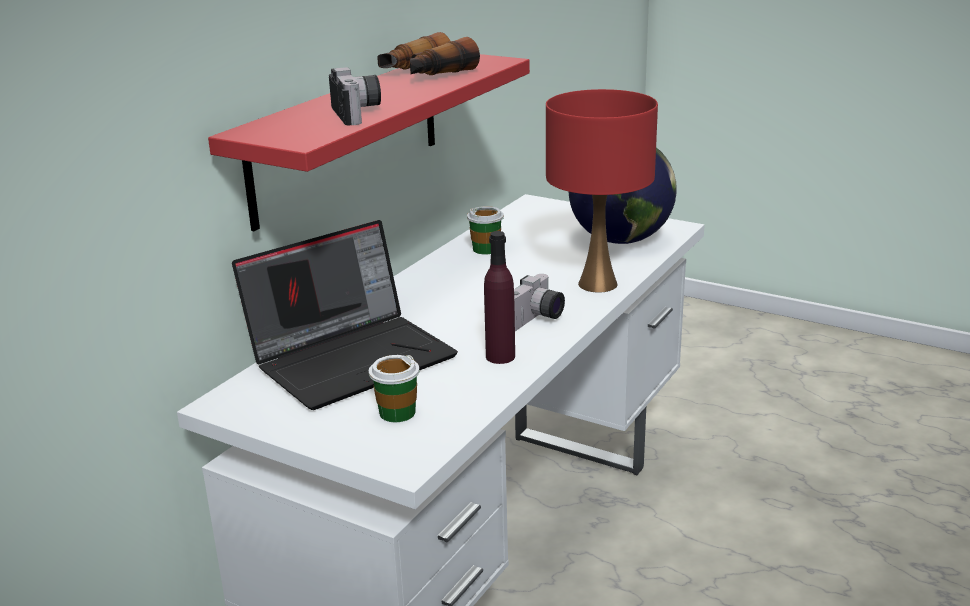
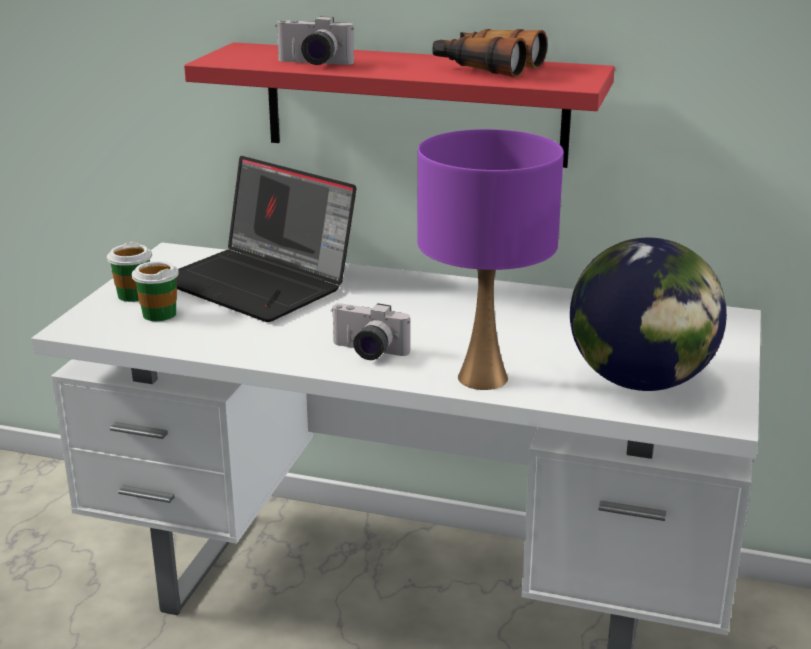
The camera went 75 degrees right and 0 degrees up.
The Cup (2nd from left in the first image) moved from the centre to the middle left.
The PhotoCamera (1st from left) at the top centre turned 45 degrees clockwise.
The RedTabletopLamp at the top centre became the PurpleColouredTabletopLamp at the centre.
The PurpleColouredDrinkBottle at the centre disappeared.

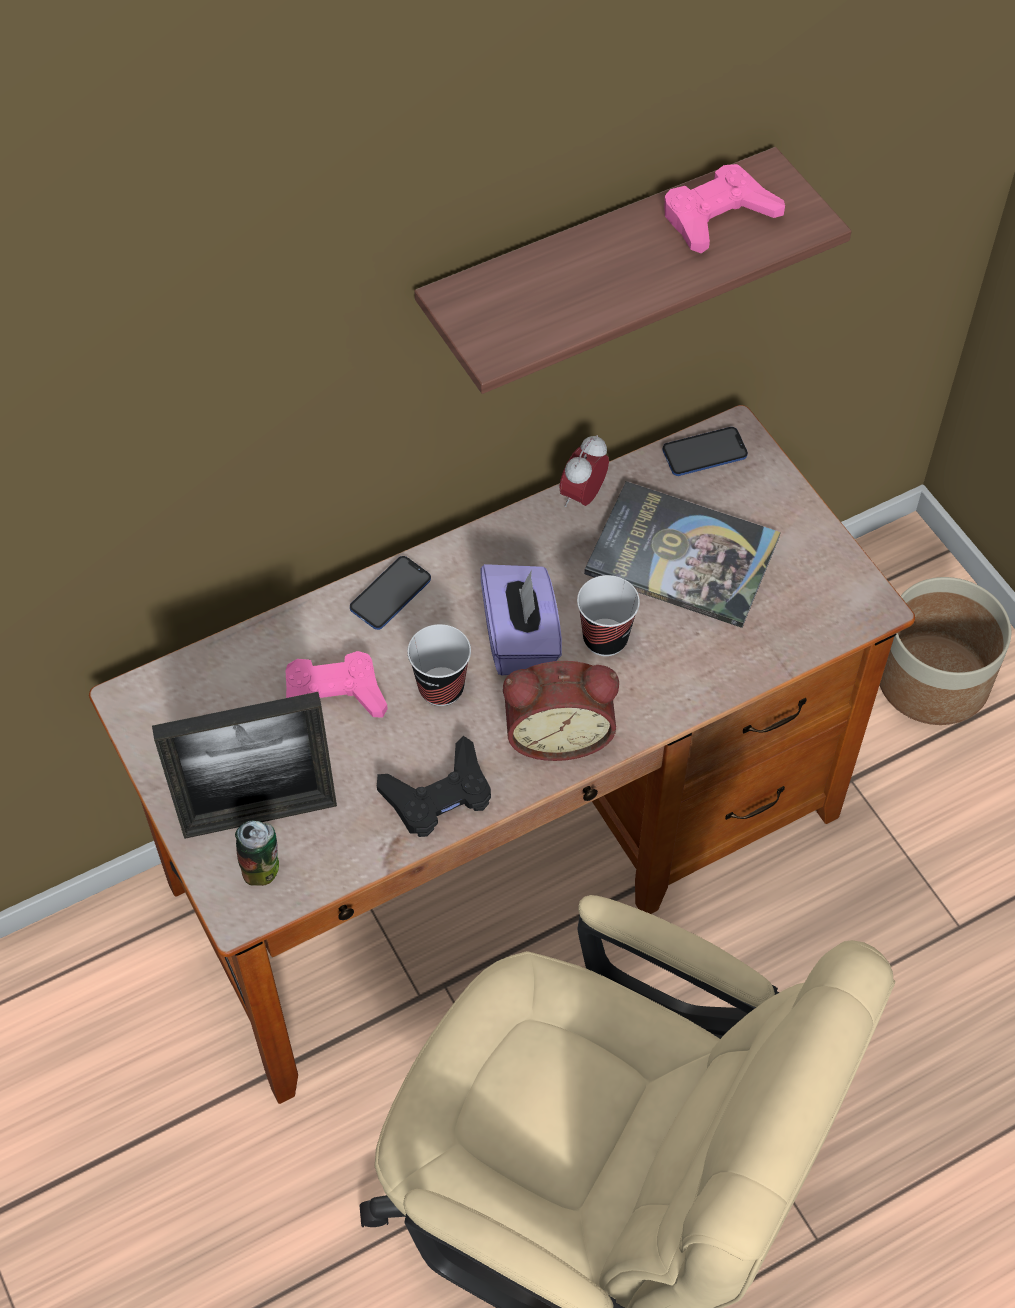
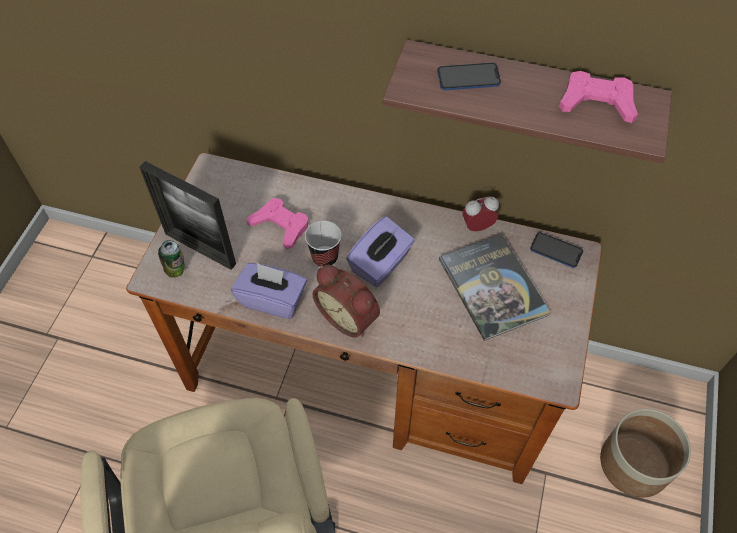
The camera went 45 degrees right and 0 degrees up.
The BlackColouredGamepad at the centre was replaced by the PurpleColouredBoxOfTissues (1st from left) at the centre.
The Telephone (1st from left) moved from the centre to the top centre.
The Cup (2nd from left) at the centre disappeared.

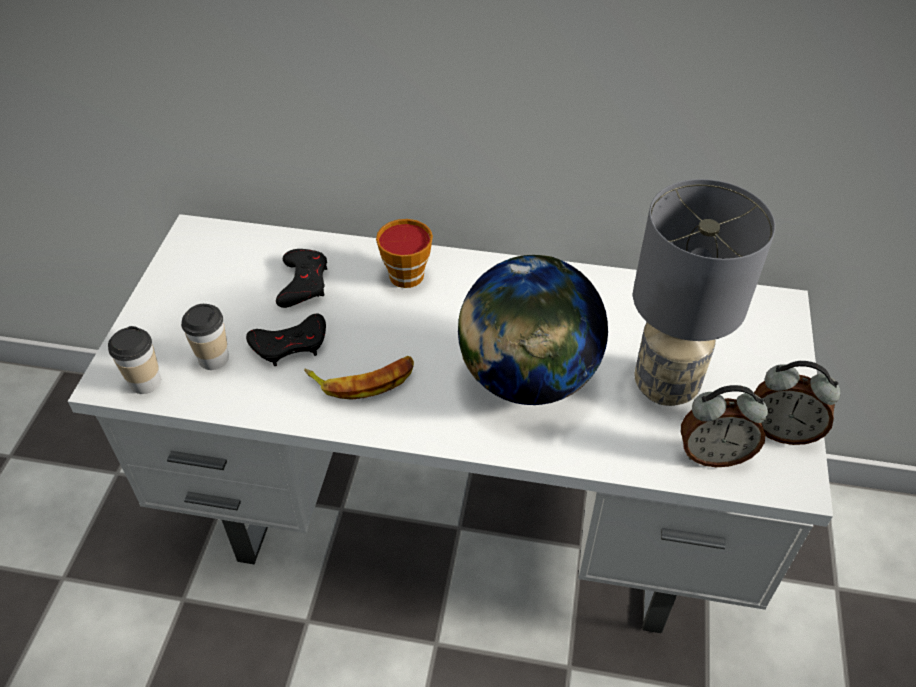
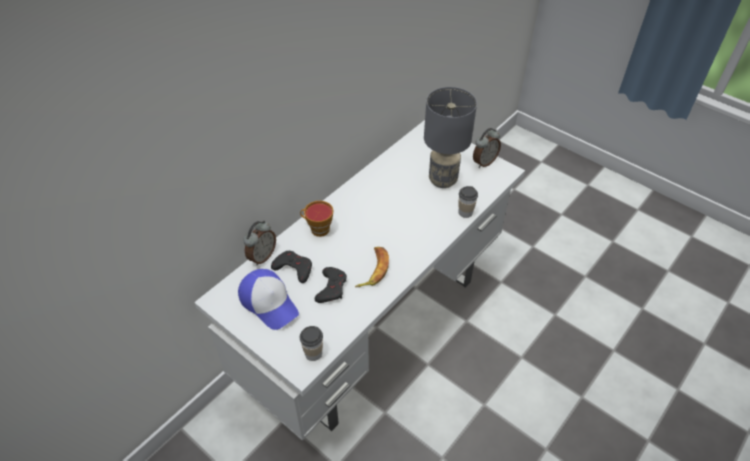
The camera went 60 degrees left and 0 degrees up.
The PeakedCap at the centre appeared.
The TableClock (1st from left) moved from the middle right to the centre.
The Cup (2nd from left in the first image) moved from the middle left to the centre.
The WorldGlobe at the centre disappeared.

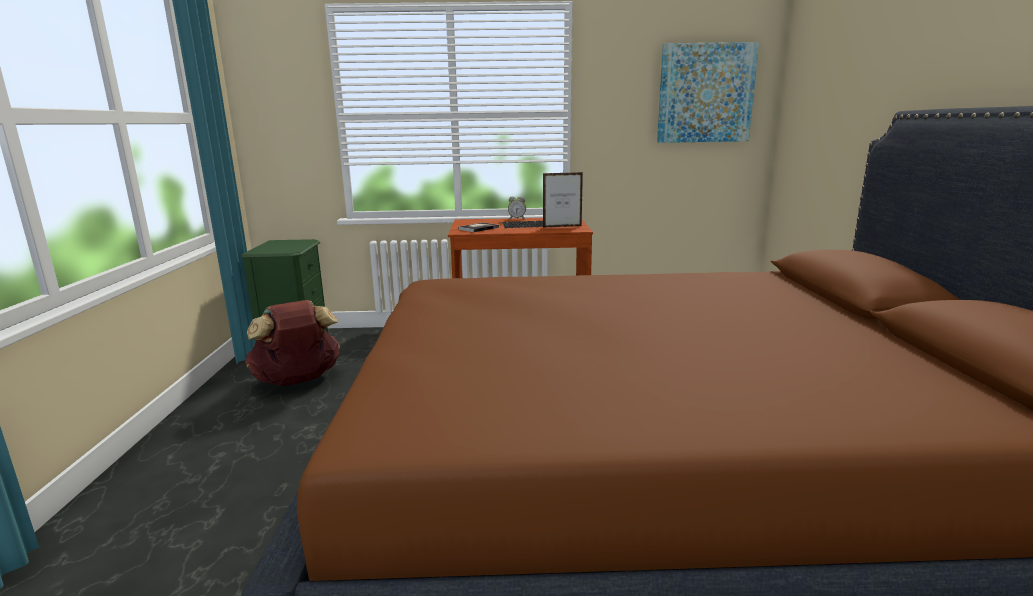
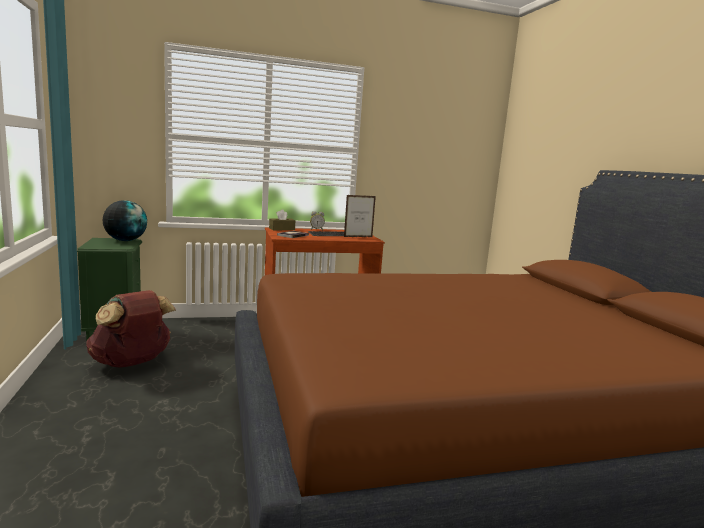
The camera went 15 degrees left and 5 degrees down.
The WorldGlobe at the middle left appeared.
The BrownColouredBoxOfTissues at the centre appeared.
The WallArt at the top right disappeared.

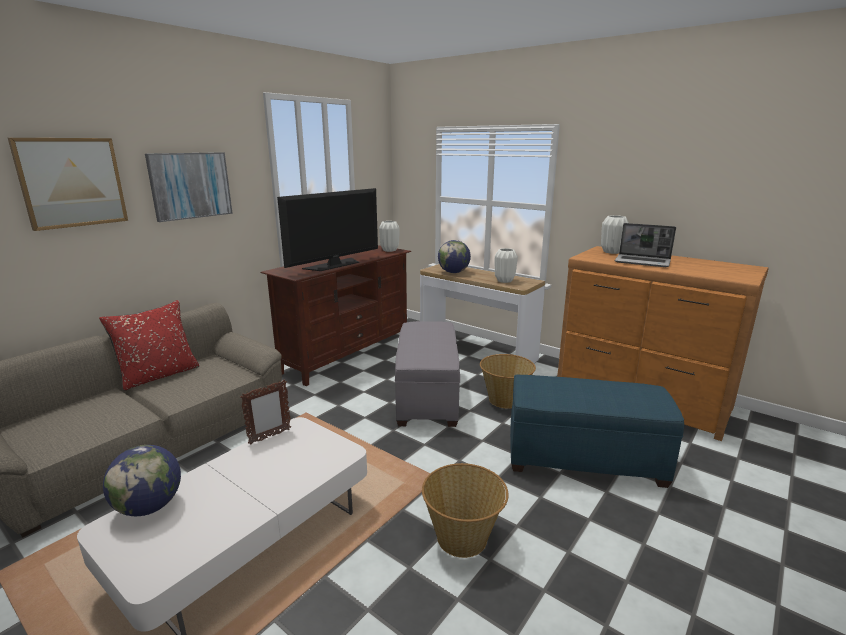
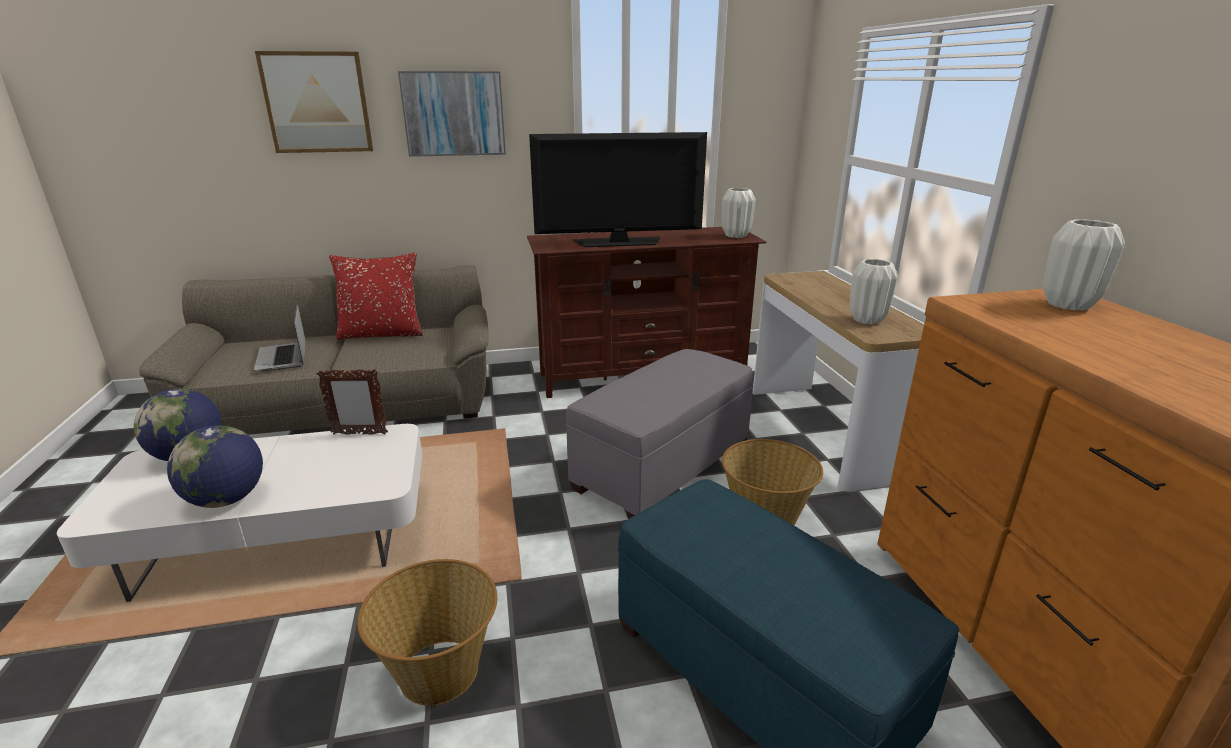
The camera went 40 degrees right and 5 degrees up.
The WorldGlobe (2nd from left) moved from the centre to the middle left.
The PortableComputer moved from the middle right to the middle left.

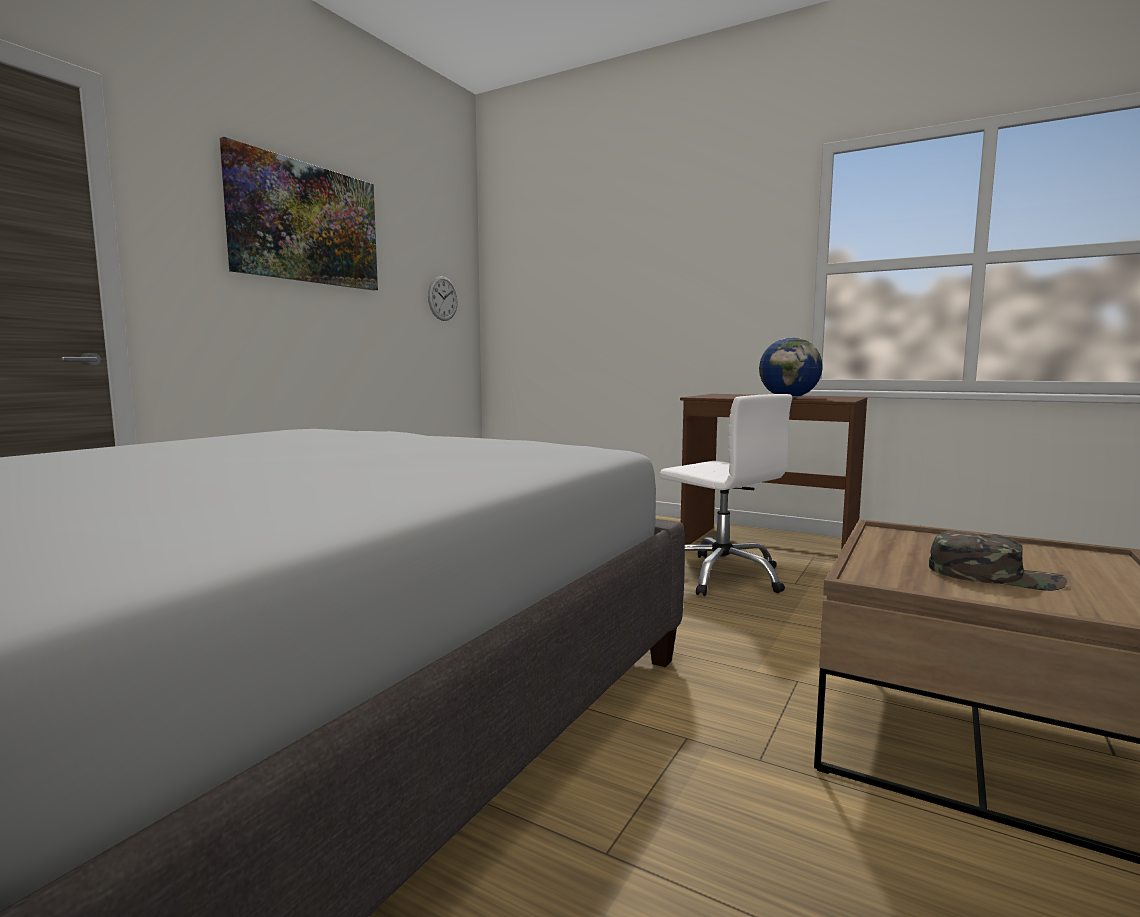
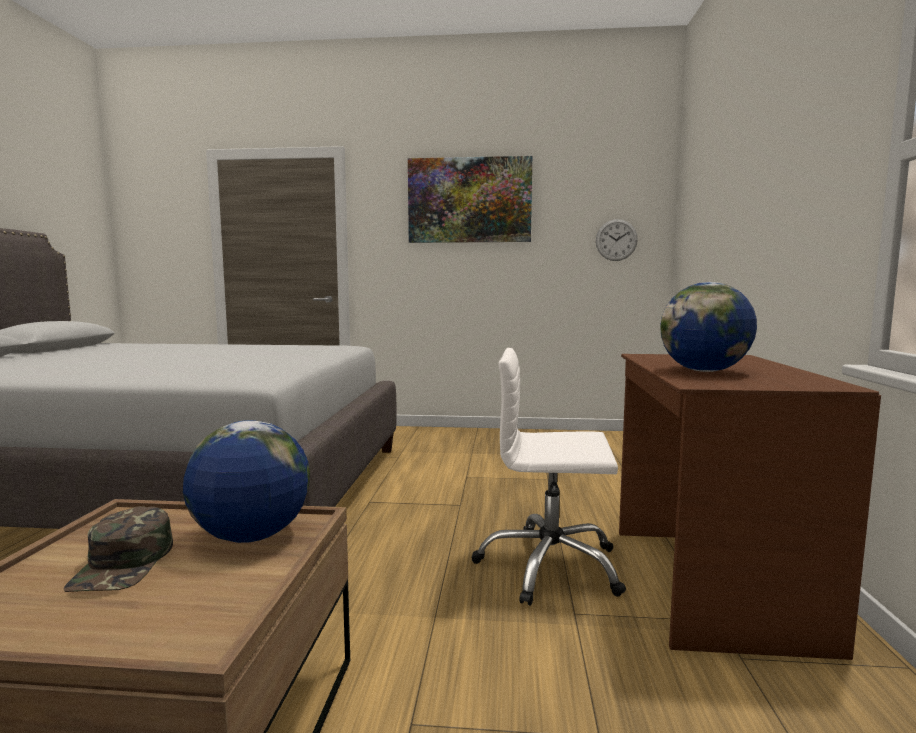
The camera went 65 degrees right and 0 degrees up.
The WorldGlobe (1st from left) at the middle left appeared.
The WhiteColouredDeskChair at the centre turned 75 degrees clockwise.

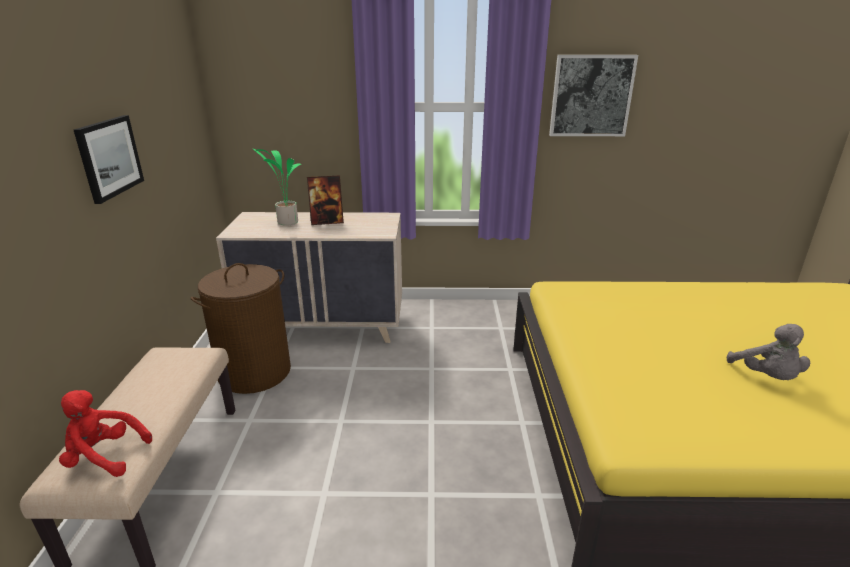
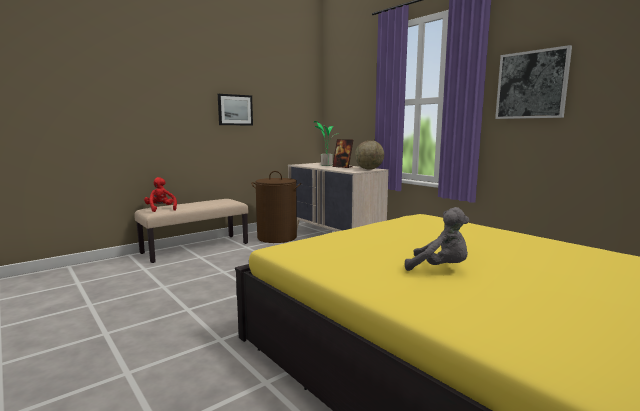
The camera went 50 degrees right and 15 degrees down.
The WorldGlobe at the centre appeared.
The GreyCuddlyToy at the middle right turned 105 degrees counterclockwise.

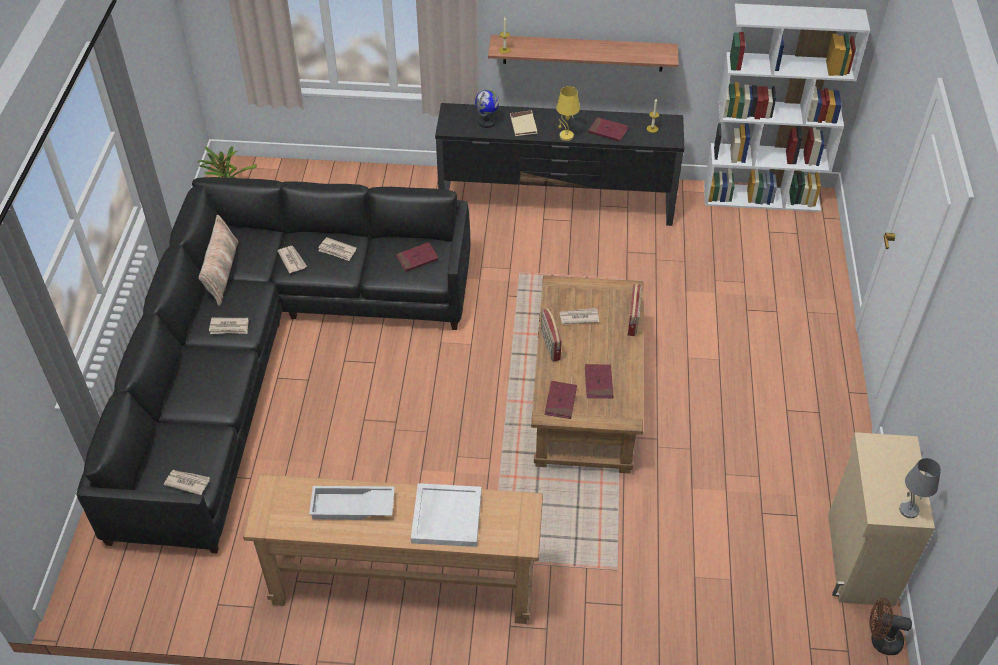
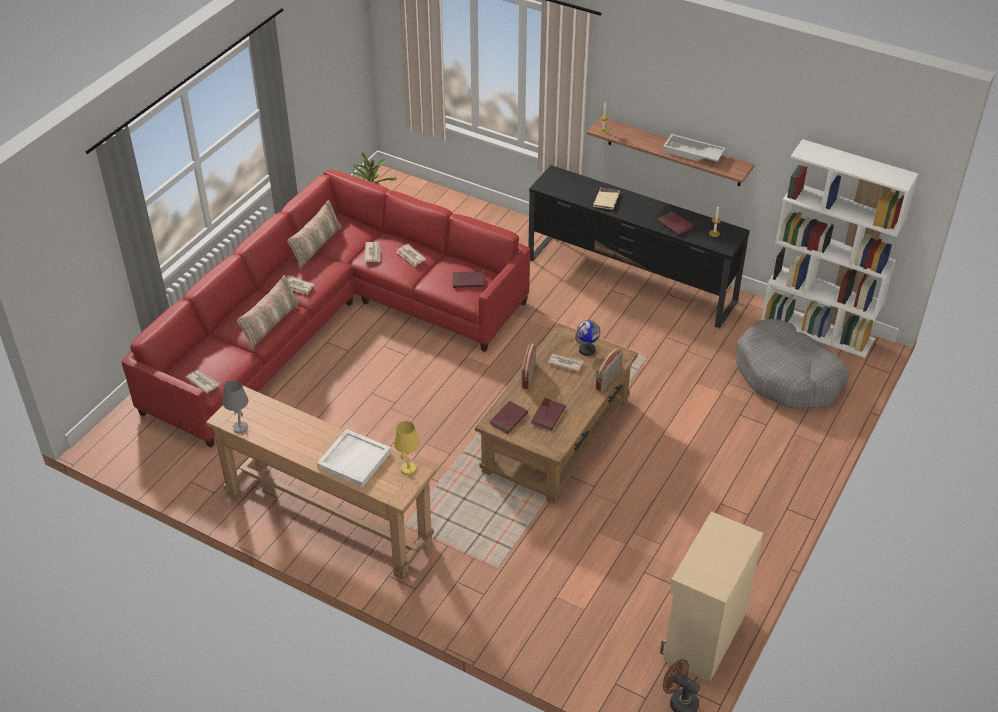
The camera went 25 degrees right and 5 degrees down.
The BlackColouredSettee at the middle left became the RedSettee at the middle left.
The GreyTabletopLamp moved from the bottom right to the middle left.
The ThrowPillow (1st from left) at the middle left appeared.
The YellowColouredTabletopLamp moved from the top centre to the centre.
The WorldGlobe moved from the top centre to the centre.
The WhiteColouredCarryingTray (1st from left in the first image) moved from the bottom centre to the top right.
The GreyDogCushion at the middle right appeared.

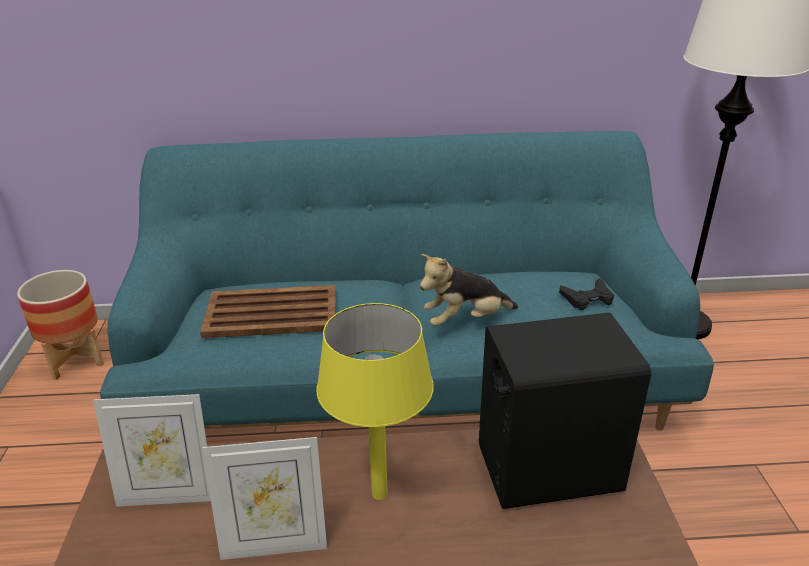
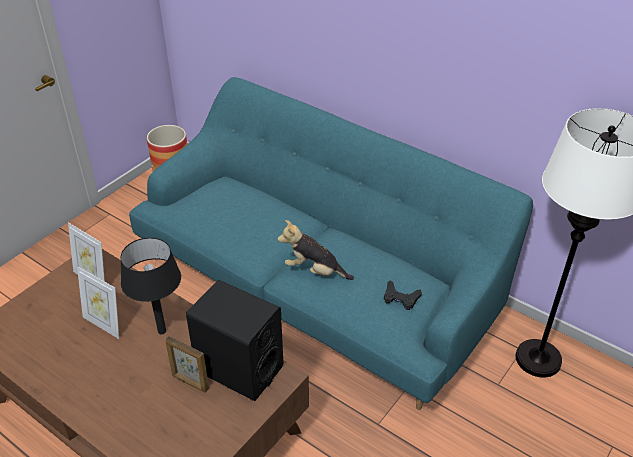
The camera went 40 degrees right and 10 degrees up.
The YellowColouredTabletopLamp at the bottom centre became the BlackColouredTabletopLamp at the middle left.
The StandingFrame (3rd from left) at the bottom left appeared.
The BrownColouredCarryingTray at the middle left disappeared.

